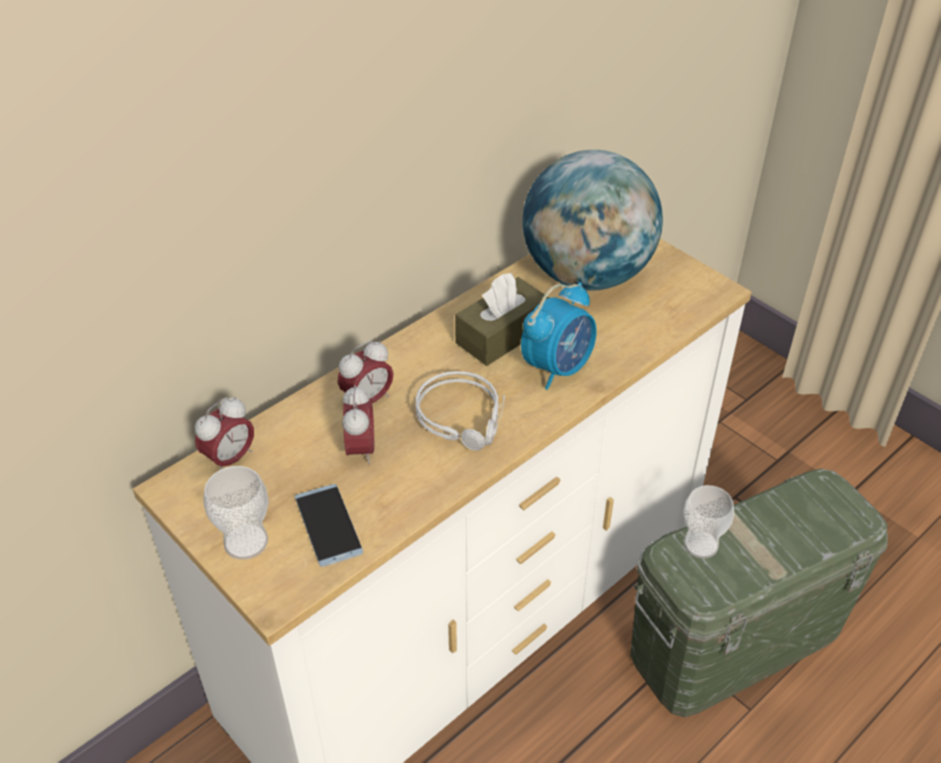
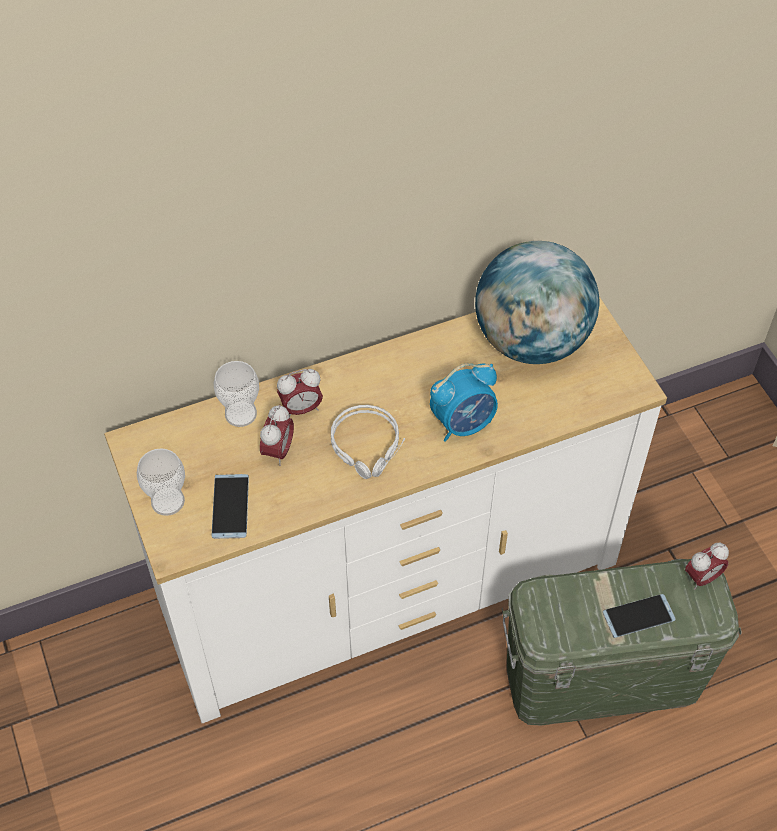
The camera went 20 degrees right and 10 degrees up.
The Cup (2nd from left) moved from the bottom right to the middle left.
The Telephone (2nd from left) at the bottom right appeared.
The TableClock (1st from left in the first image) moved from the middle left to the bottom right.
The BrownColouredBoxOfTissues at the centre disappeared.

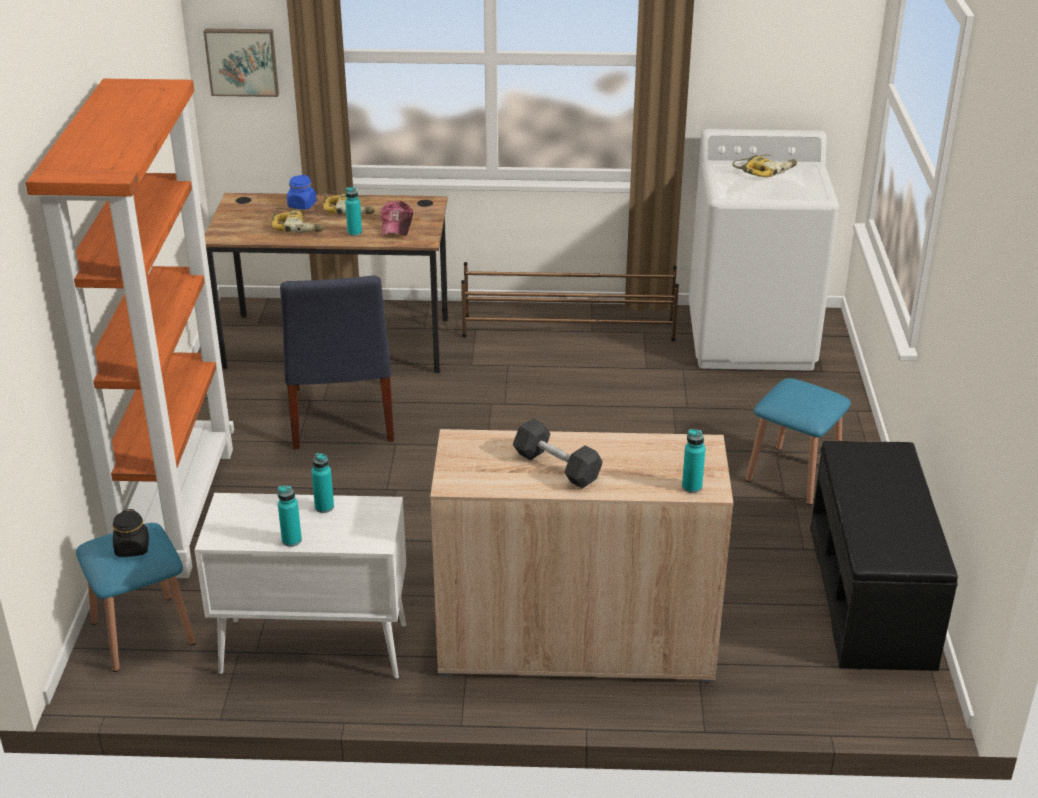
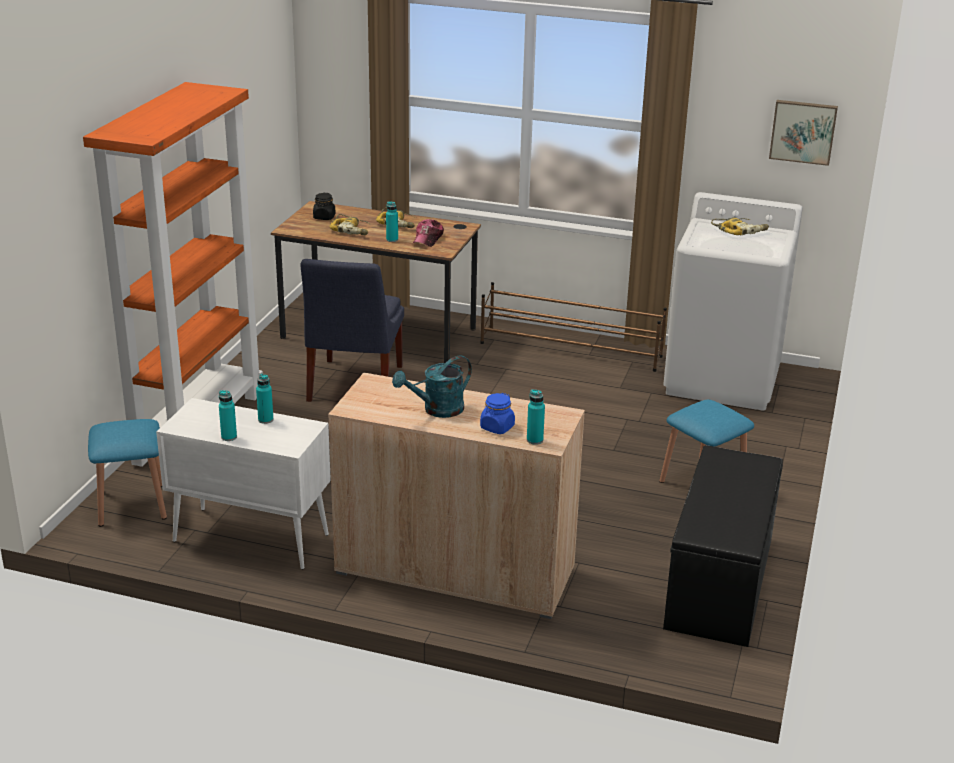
The camera went 15 degrees right and 5 degrees down.
The BlackColouredPreserveJar moved from the bottom left to the top centre.
The BlackColouredHandWeight at the centre was replaced by the TurquoiseColouredSprinklingCan at the centre.
The BluePreserveJar moved from the top left to the centre.
The WallArt moved from the top left to the top right.

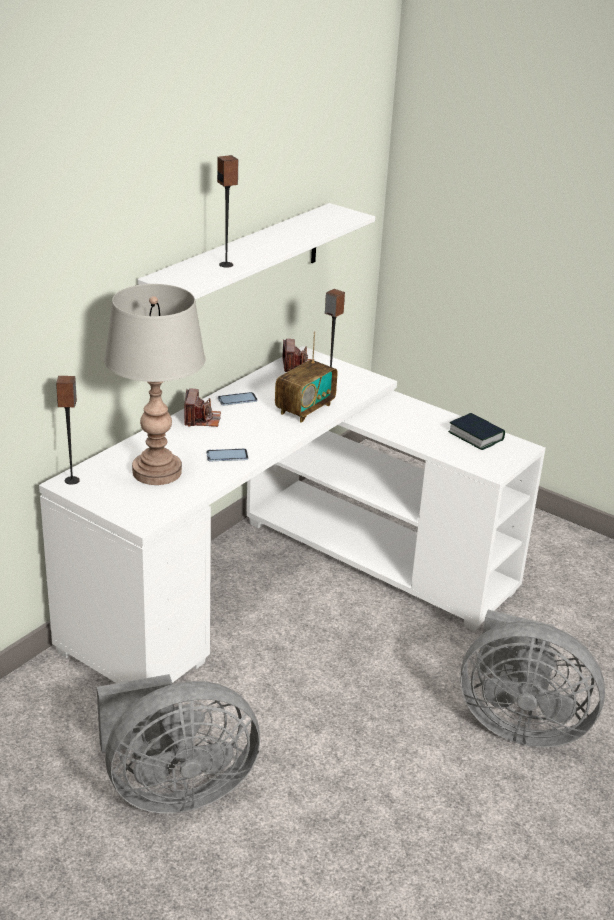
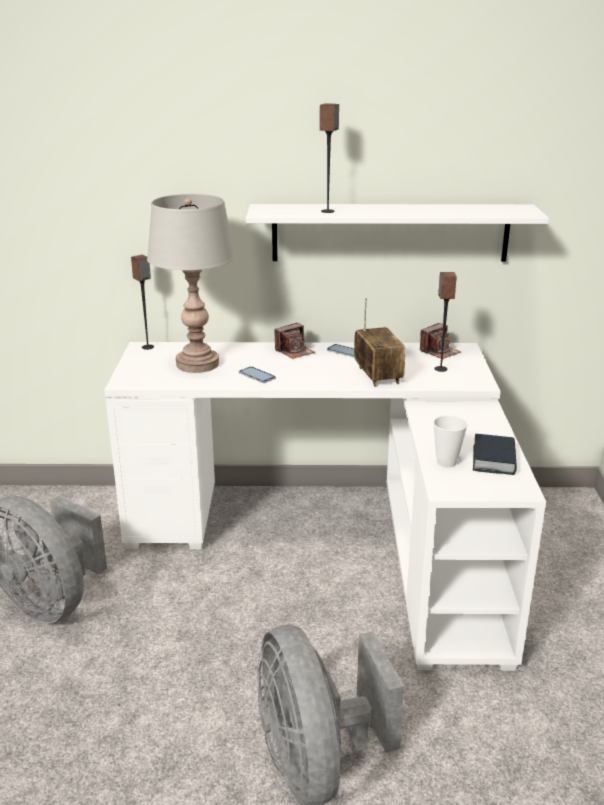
The camera went 55 degrees right and 5 degrees down.
The RadioSet at the centre turned 105 degrees counterclockwise.
The Cup at the middle right appeared.

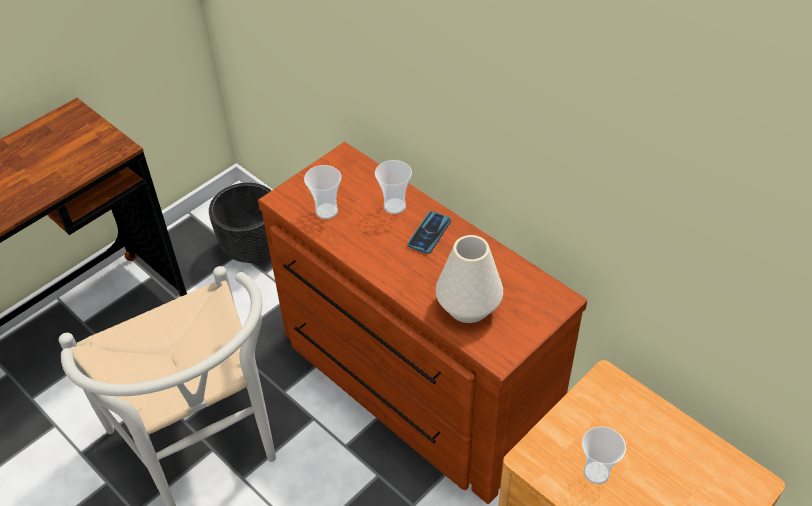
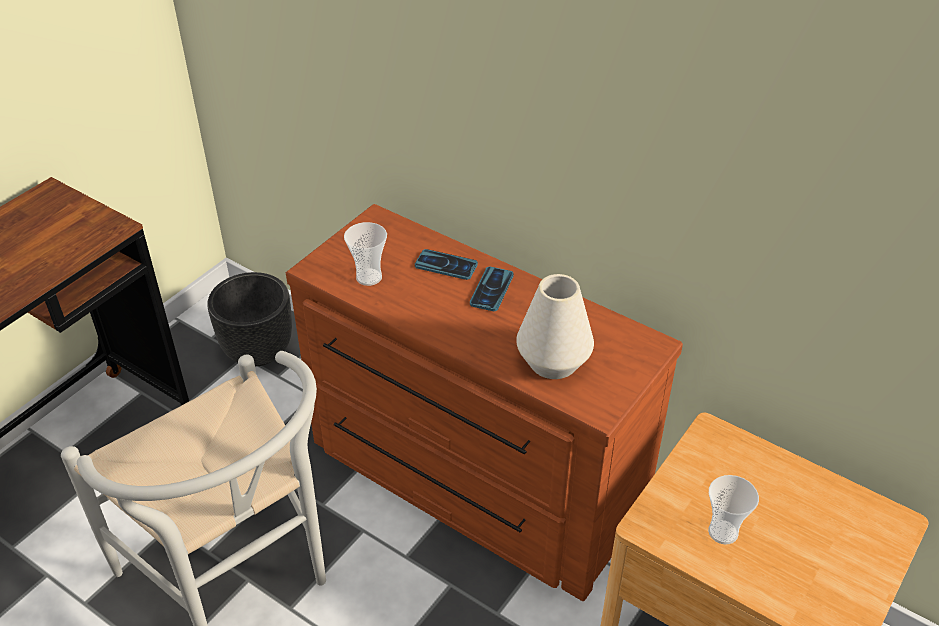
The camera went 10 degrees left and 5 degrees down.
The Cup (2nd from left) at the centre was replaced by the Telephone (1st from left) at the centre.

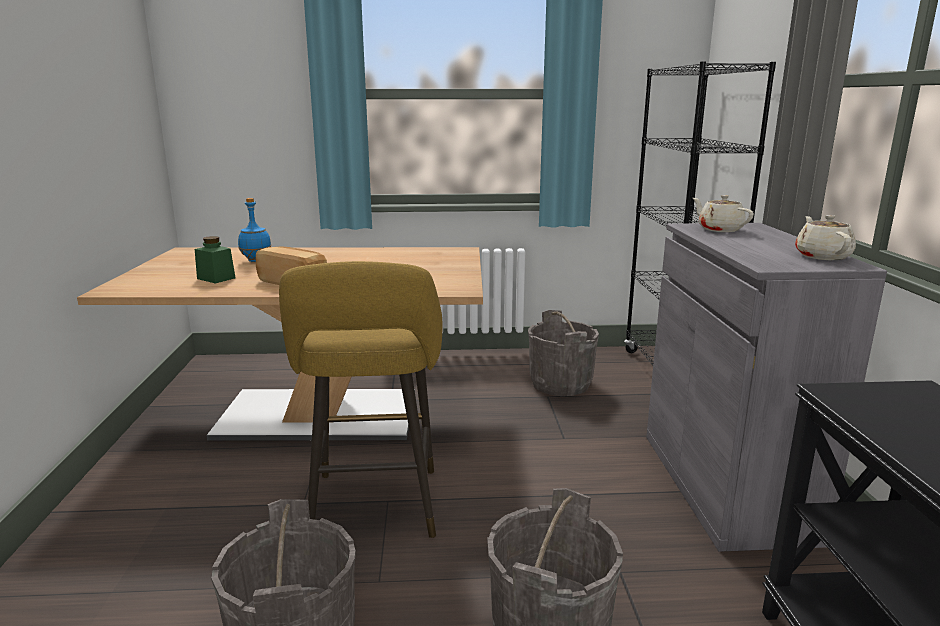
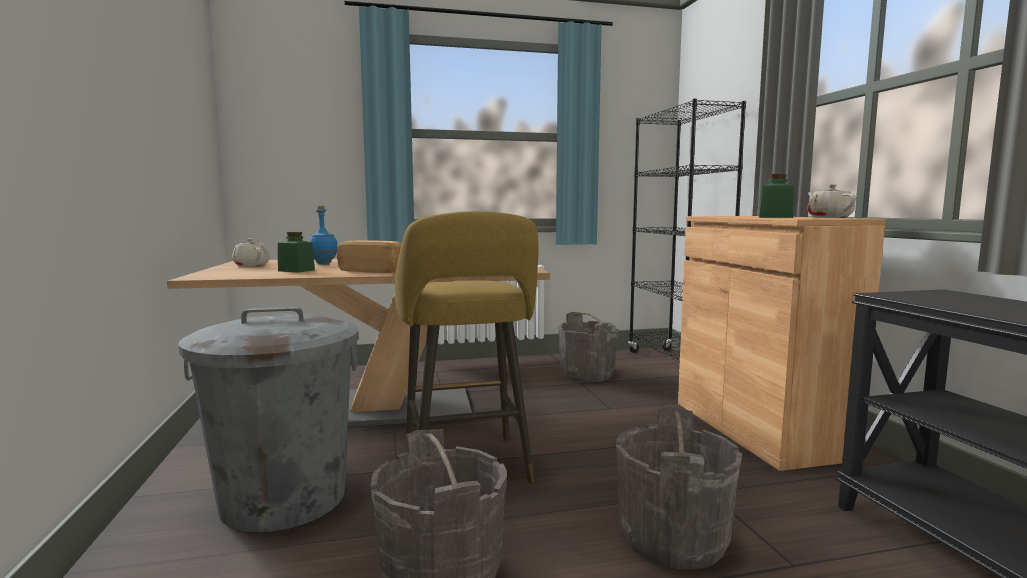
The camera went 10 degrees left and 10 degrees down.
The GreyTrashCan at the bottom left appeared.
The SandColouredTeaPot (1st from left) moved from the middle right to the middle left.
The GreyCupboard at the middle right became the BrownColouredCupboard at the middle right.
The GreenColouredPreserveJar (2nd from left) at the middle right appeared.

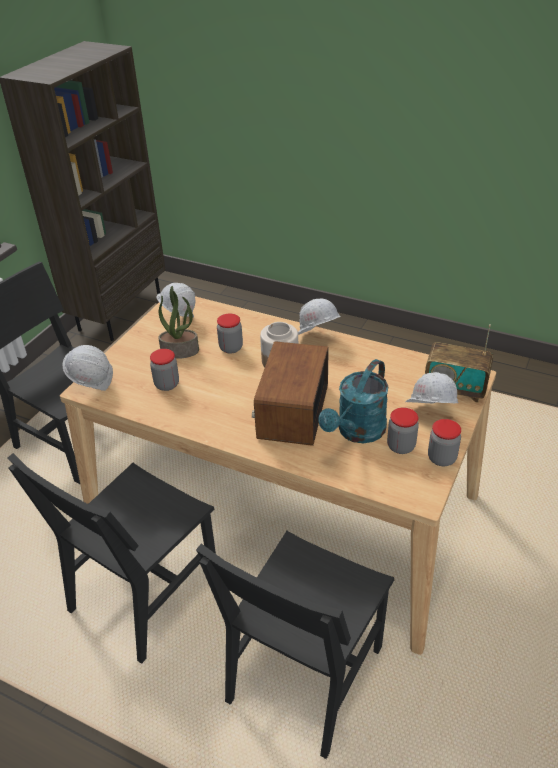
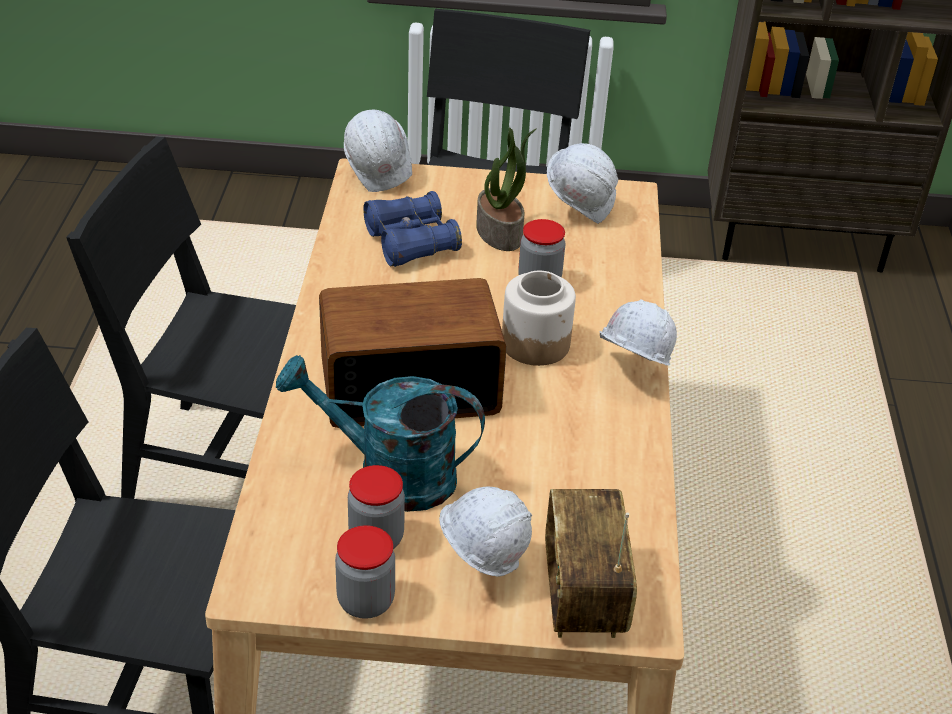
The camera went 65 degrees right and 0 degrees up.
The PreserveJar (1st from left) at the middle left was replaced by the BlueFieldGlasses at the top centre.

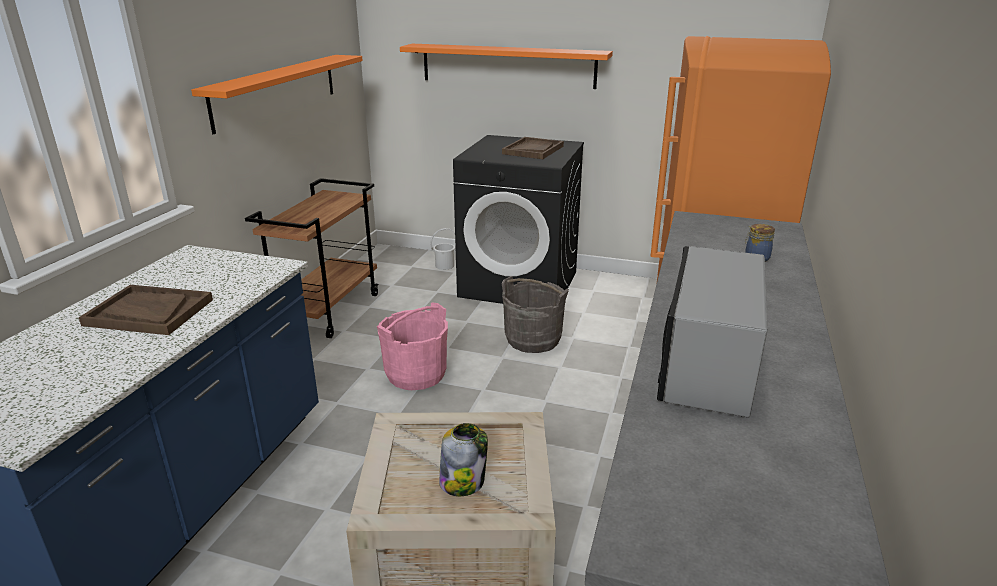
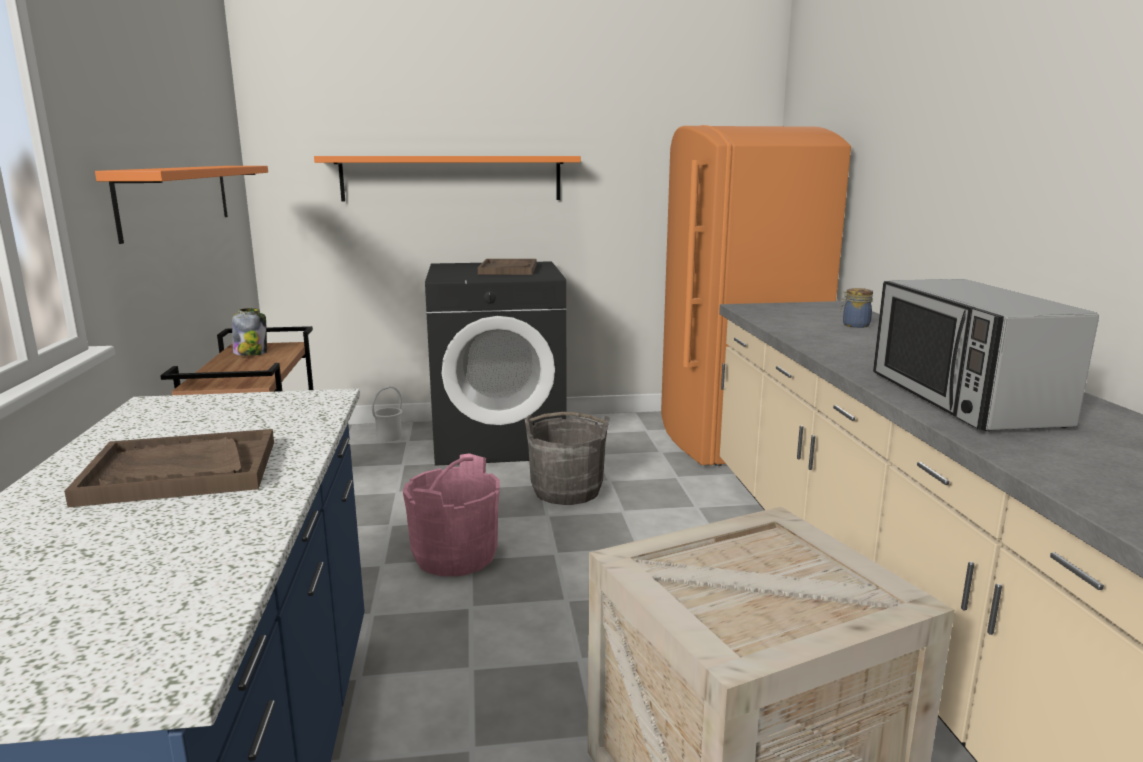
The camera went 25 degrees left and 10 degrees down.
The PreserveJar (1st from left) moved from the bottom centre to the middle left.

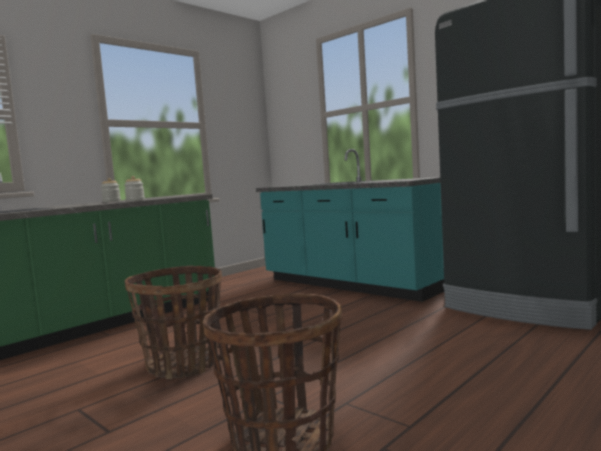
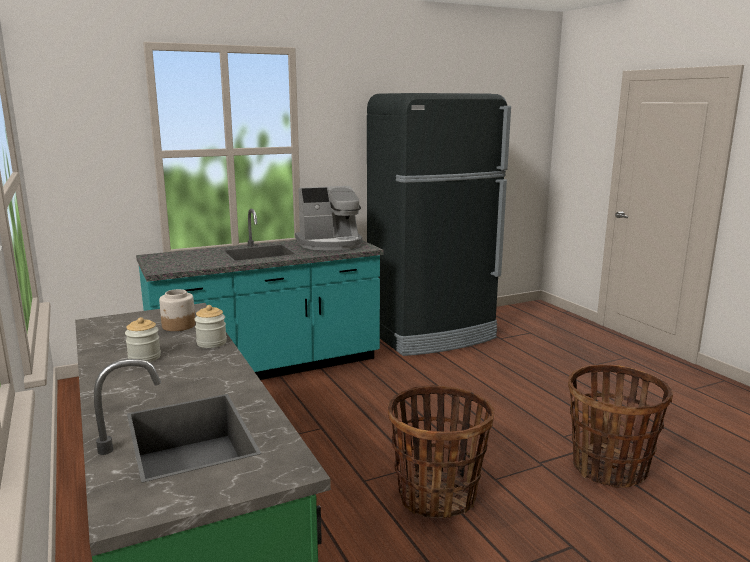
The camera went 70 degrees left and 10 degrees up.
The PreserveJar (2nd from left) at the middle left appeared.
The CoffeeMaker at the centre appeared.

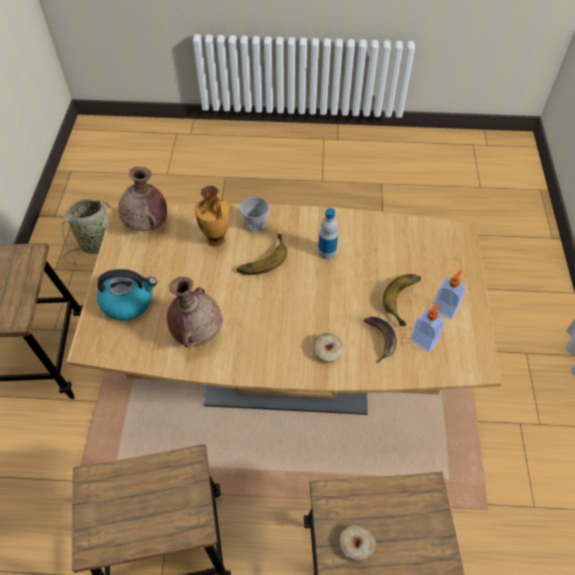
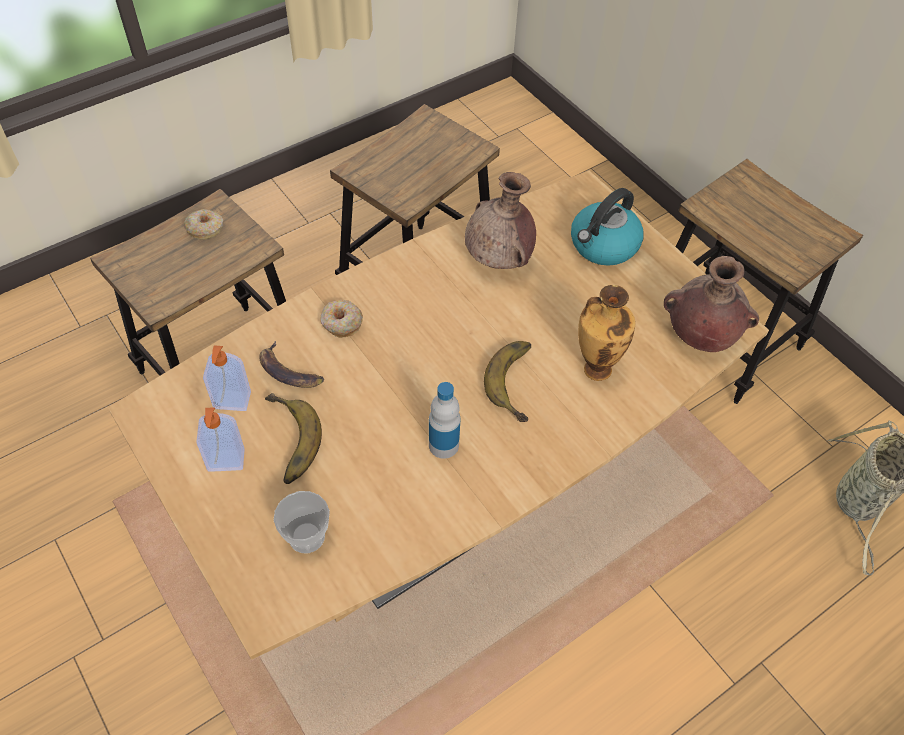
The camera went 140 degrees right and 0 degrees up.
The Cup moved from the centre to the bottom centre.

